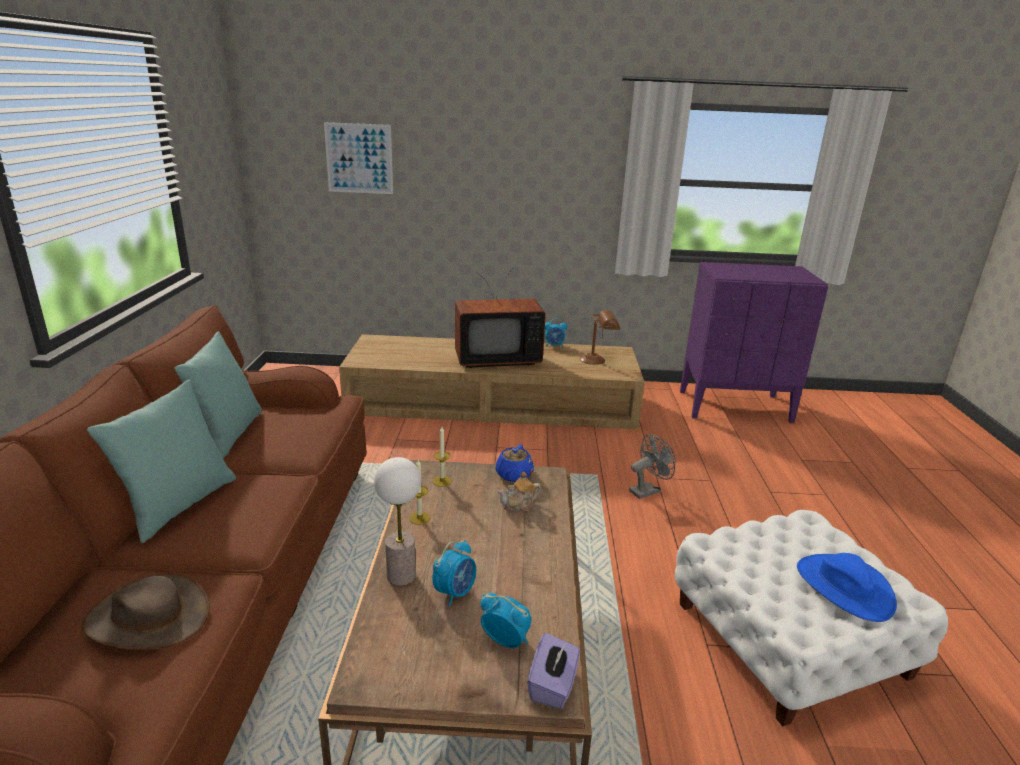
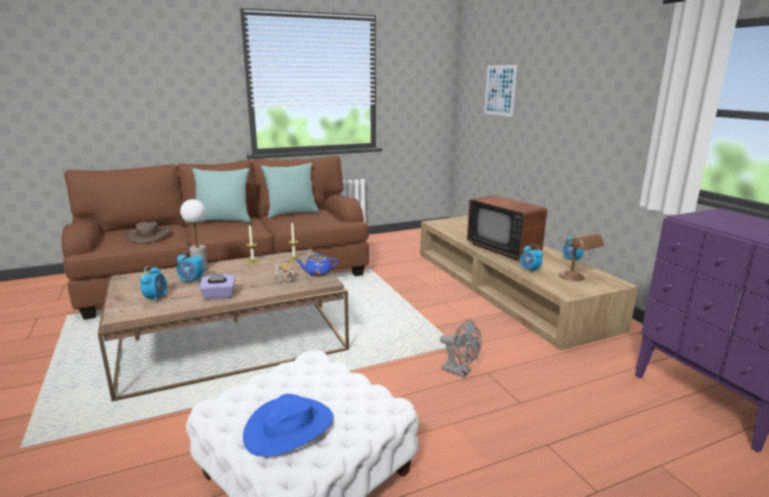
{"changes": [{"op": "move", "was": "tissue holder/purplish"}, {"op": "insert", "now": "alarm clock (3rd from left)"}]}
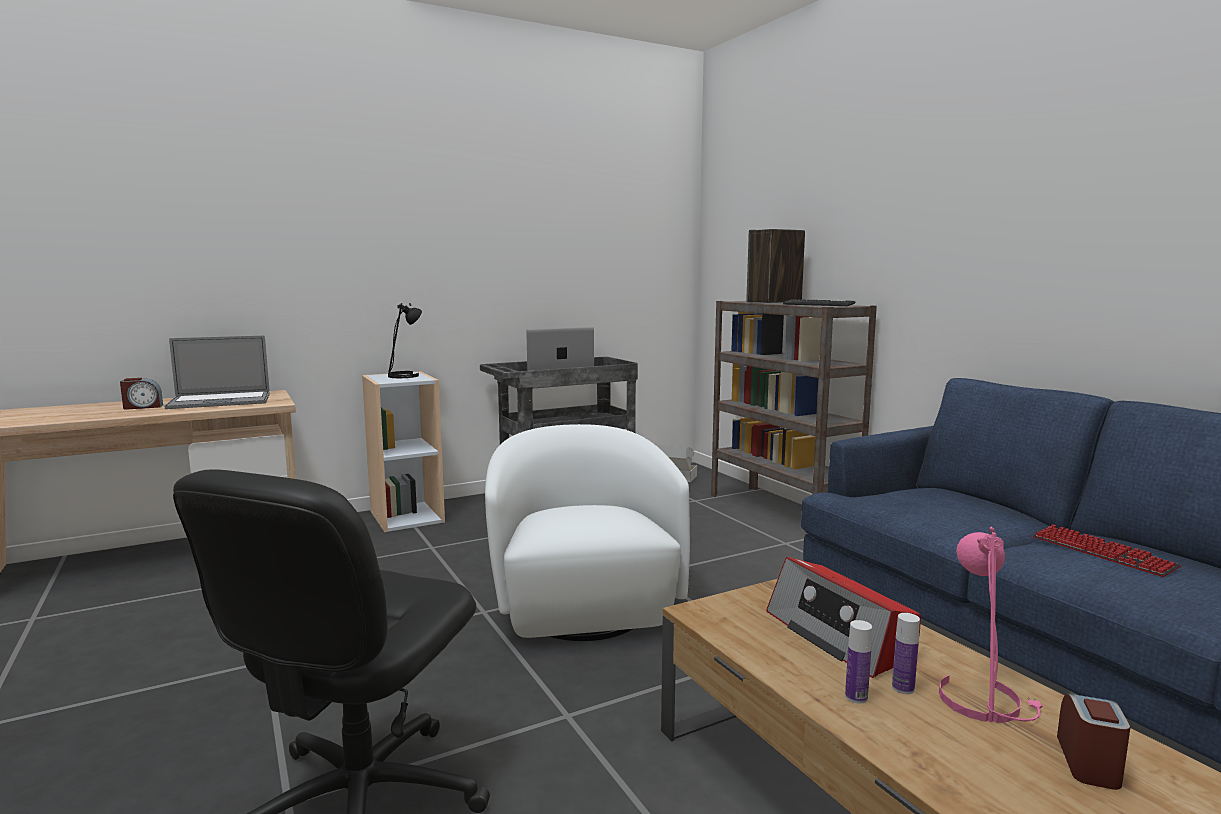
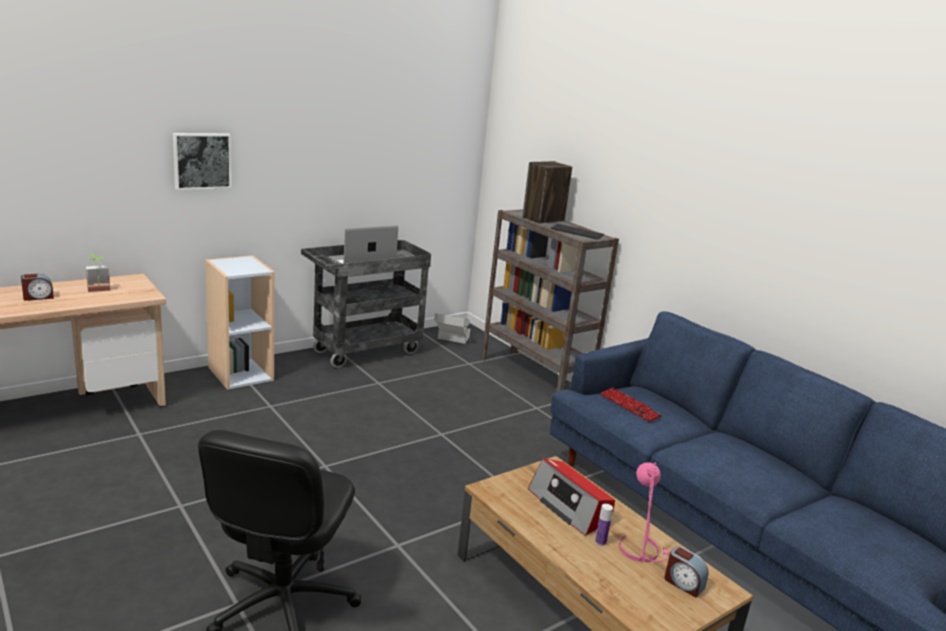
{"changes": [{"op": "delete", "was": "table lamp/black"}, {"op": "replace", "was": "portable computer (1st from left)", "now": "potted plant"}, {"op": "delete", "was": "lounge chair/white-coloured"}, {"op": "move", "was": "PC keyboard (2nd from left)"}, {"op": "delete", "was": "beverage bottle (1st from left)"}, {"op": "rotate", "was": "alarm clock (2nd from left)", "clockwise": 120}, {"op": "insert", "now": "picture"}]}
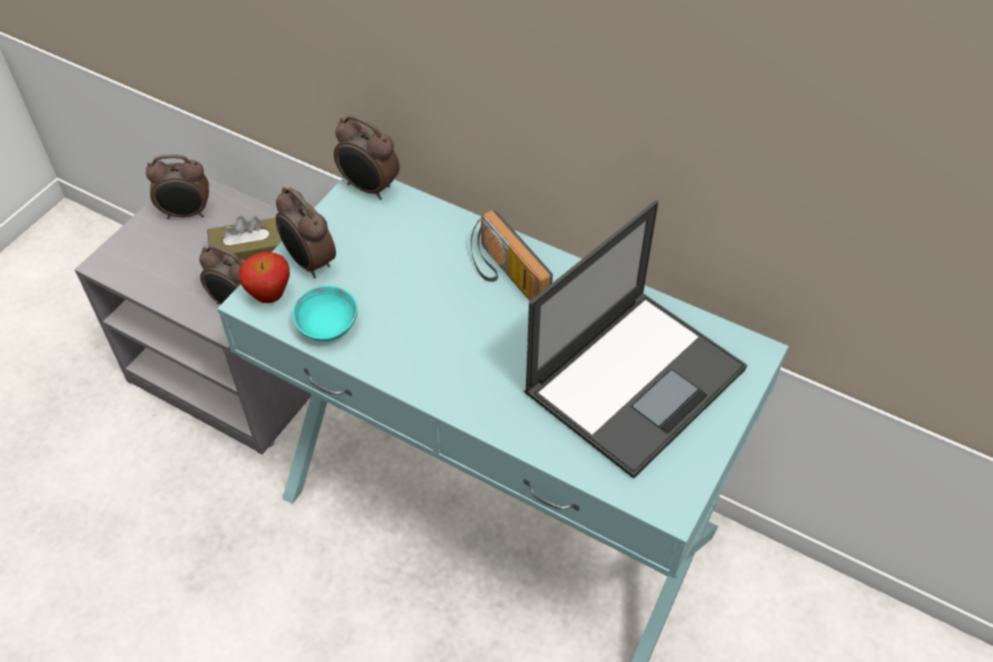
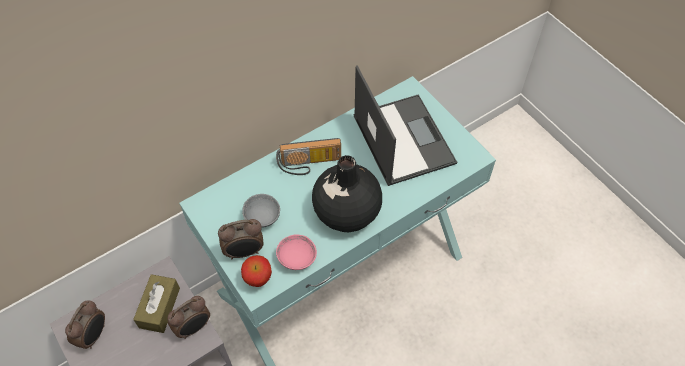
{"changes": [{"op": "delete", "was": "alarm clock (4th from left)"}, {"op": "recolor", "was": "deep dish/blue-green", "now": "deep dish/pink-coloured"}, {"op": "insert", "now": "vase/black"}, {"op": "insert", "now": "deep dish/gray"}]}
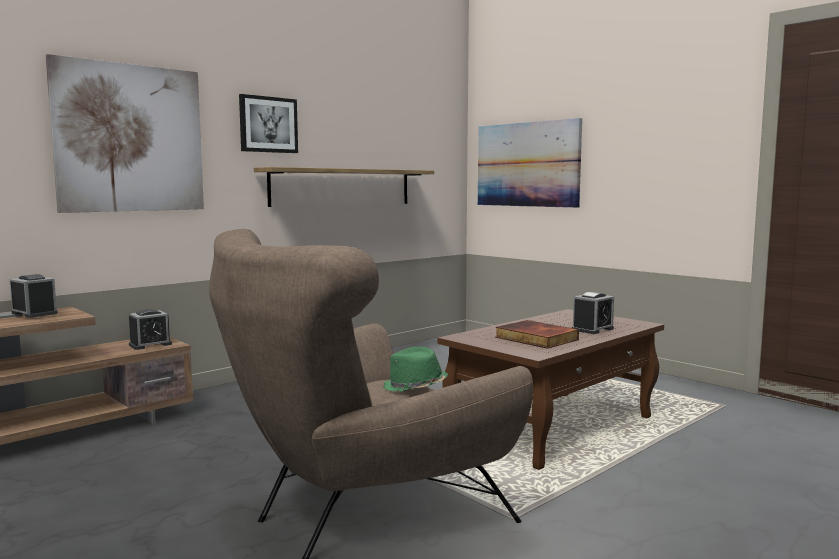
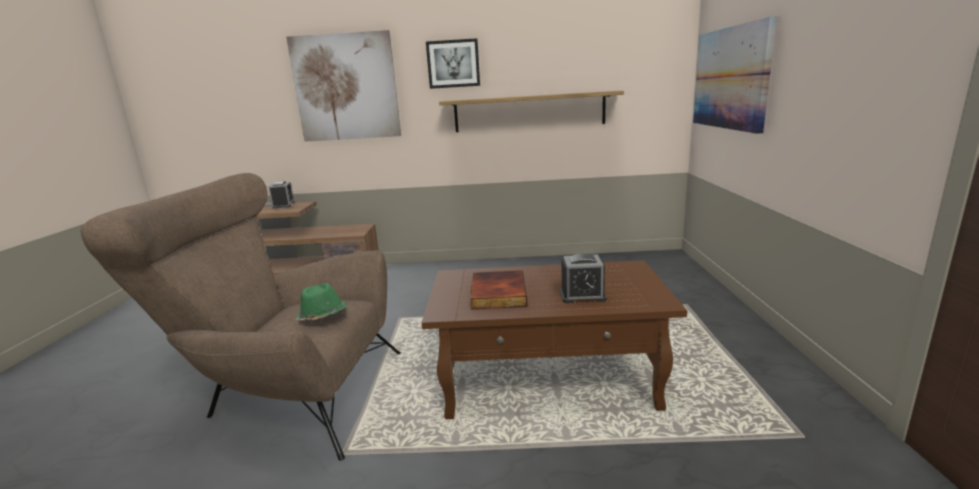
{"changes": [{"op": "delete", "was": "alarm clock (2nd from left)"}]}
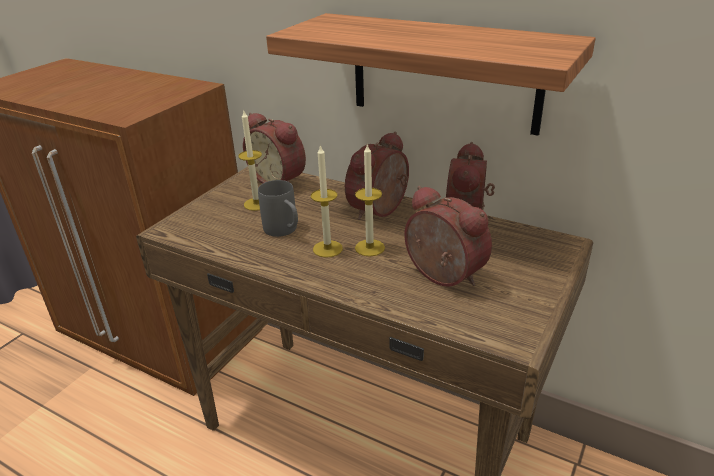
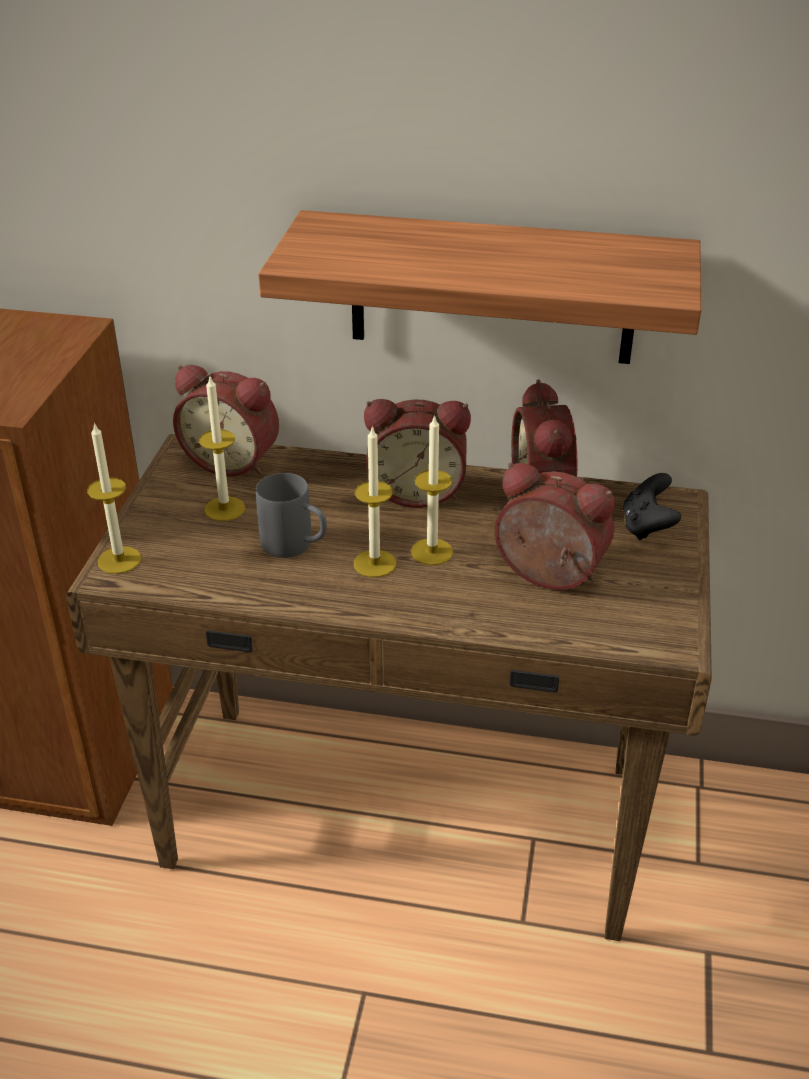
{"changes": [{"op": "rotate", "was": "alarm clock (2nd from left)", "clockwise": -105}, {"op": "insert", "now": "wax light (1st from left)"}, {"op": "insert", "now": "joypad/black"}]}
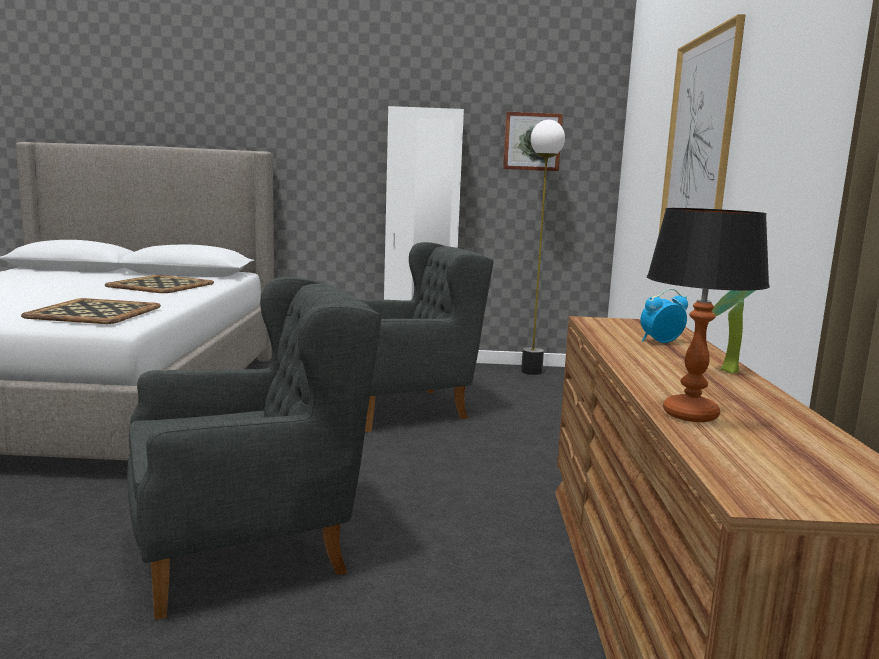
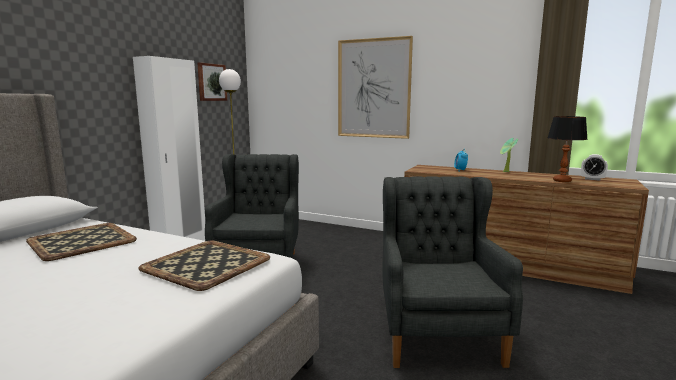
{"changes": [{"op": "insert", "now": "alarm clock (2nd from left)"}]}
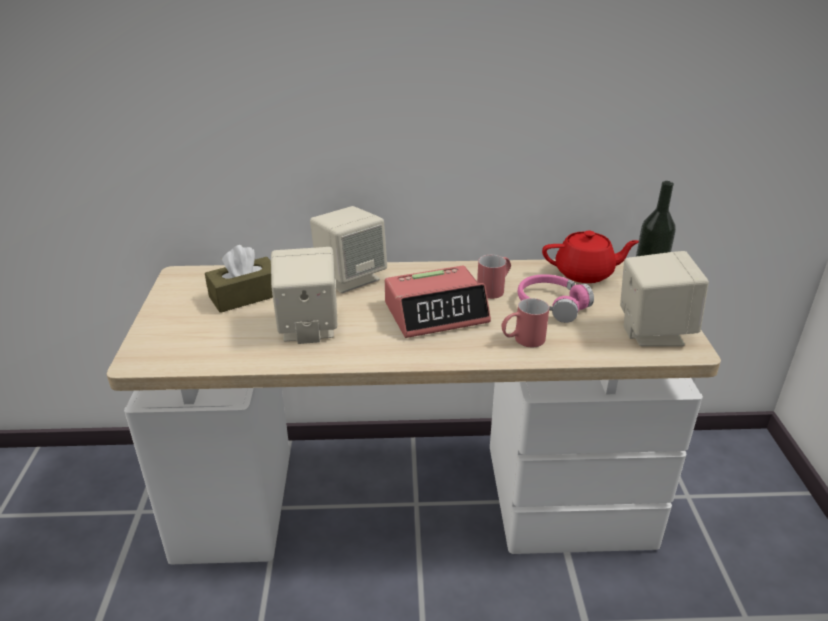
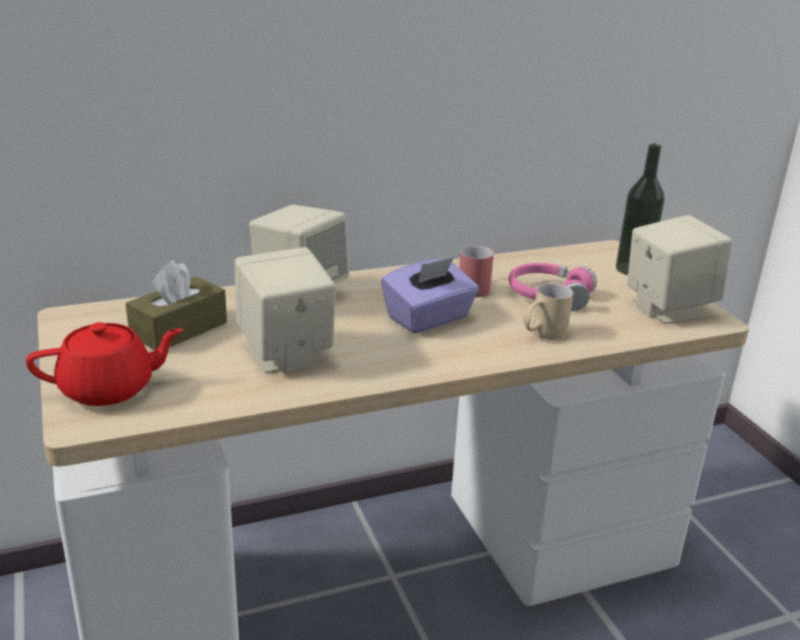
{"changes": [{"op": "move", "was": "tea pot/red-coloured"}, {"op": "replace", "was": "alarm clock", "now": "tissue holder/purplish"}, {"op": "recolor", "was": "coffee mug/red-coloured (2nd from left)", "now": "coffee mug/beige-coloured"}]}
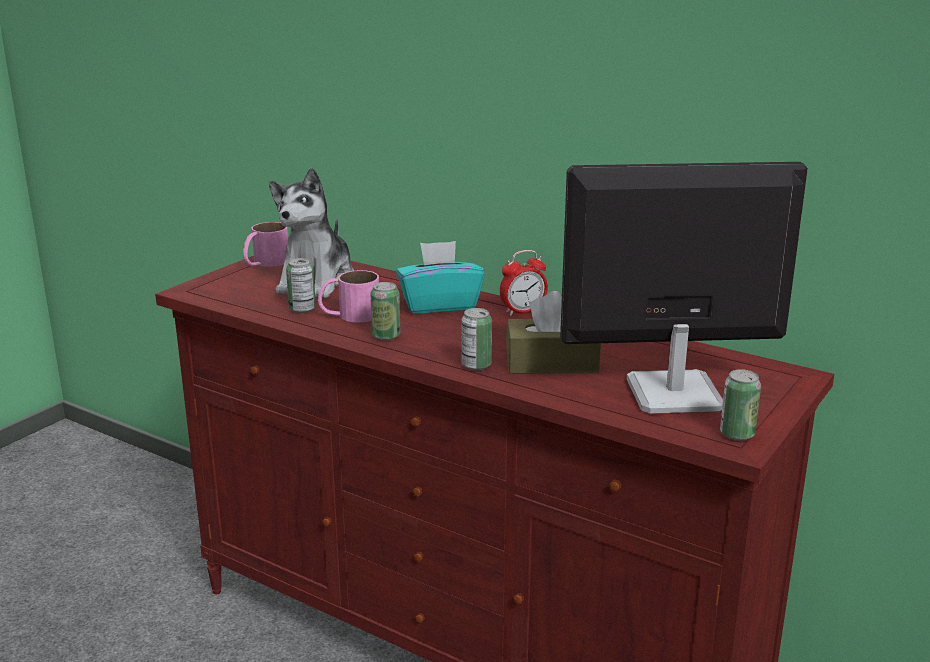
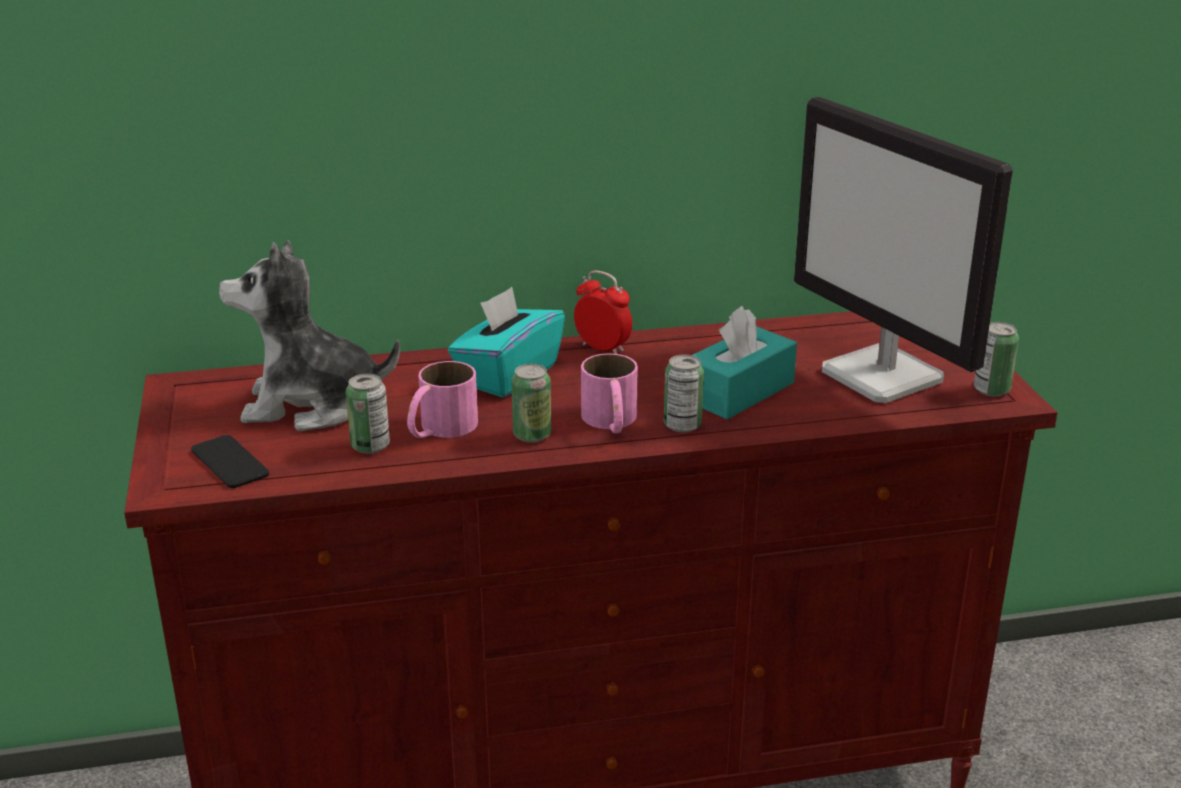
{"changes": [{"op": "rotate", "was": "computer display", "clockwise": -75}, {"op": "rotate", "was": "cuddly toy", "clockwise": 120}, {"op": "move", "was": "coffee mug/pink-coloured (1st from left in the first image)", "now": "coffee mug/pink-coloured (2nd from left)"}, {"op": "rotate", "was": "alarm clock", "clockwise": -75}, {"op": "recolor", "was": "tissue holder/brownish", "now": "tissue holder/blue-green (2nd from left)"}, {"op": "insert", "now": "phone"}]}
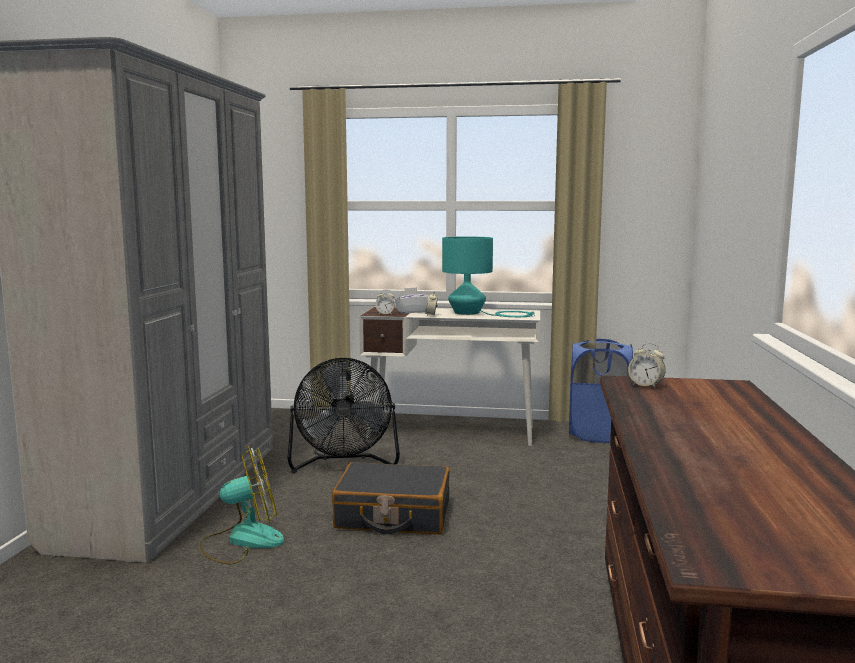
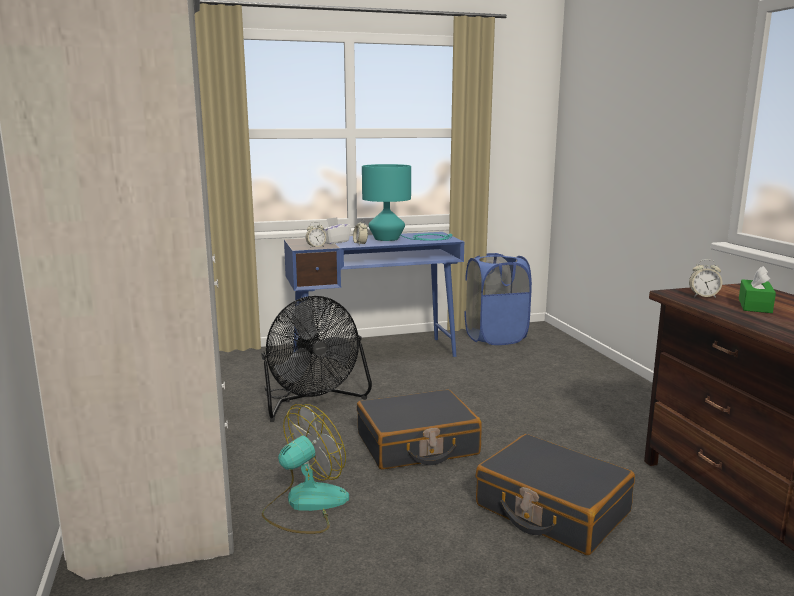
{"changes": [{"op": "recolor", "was": "desk/white-coloured", "now": "desk/bluish"}, {"op": "insert", "now": "tissue holder/green-coloured"}, {"op": "insert", "now": "travel case/black (2nd from left)"}]}
